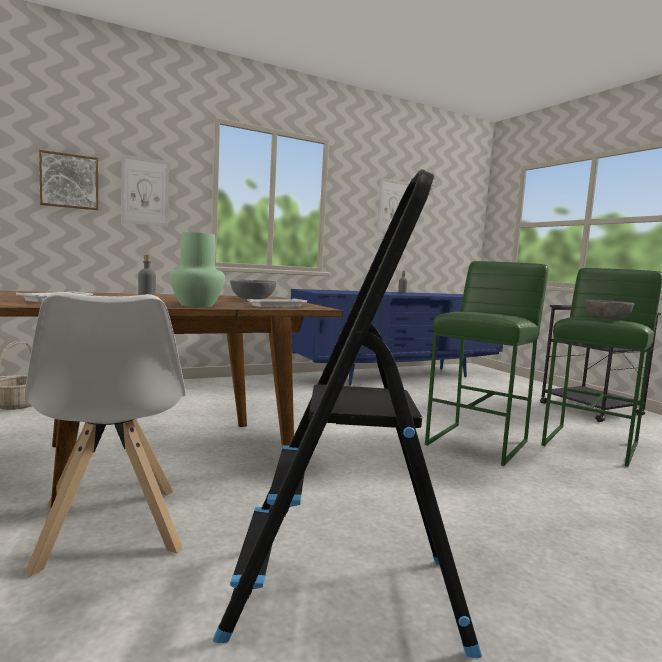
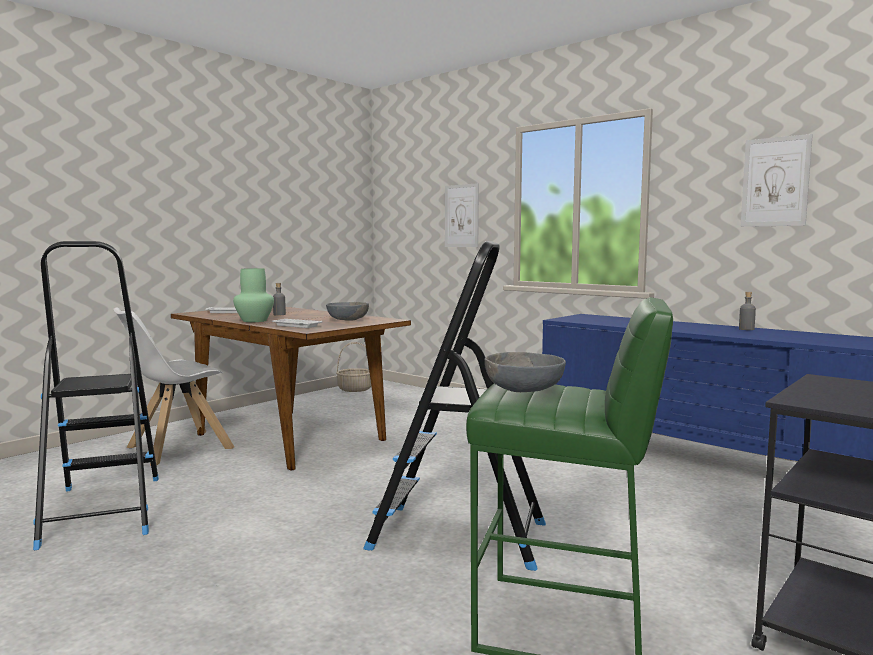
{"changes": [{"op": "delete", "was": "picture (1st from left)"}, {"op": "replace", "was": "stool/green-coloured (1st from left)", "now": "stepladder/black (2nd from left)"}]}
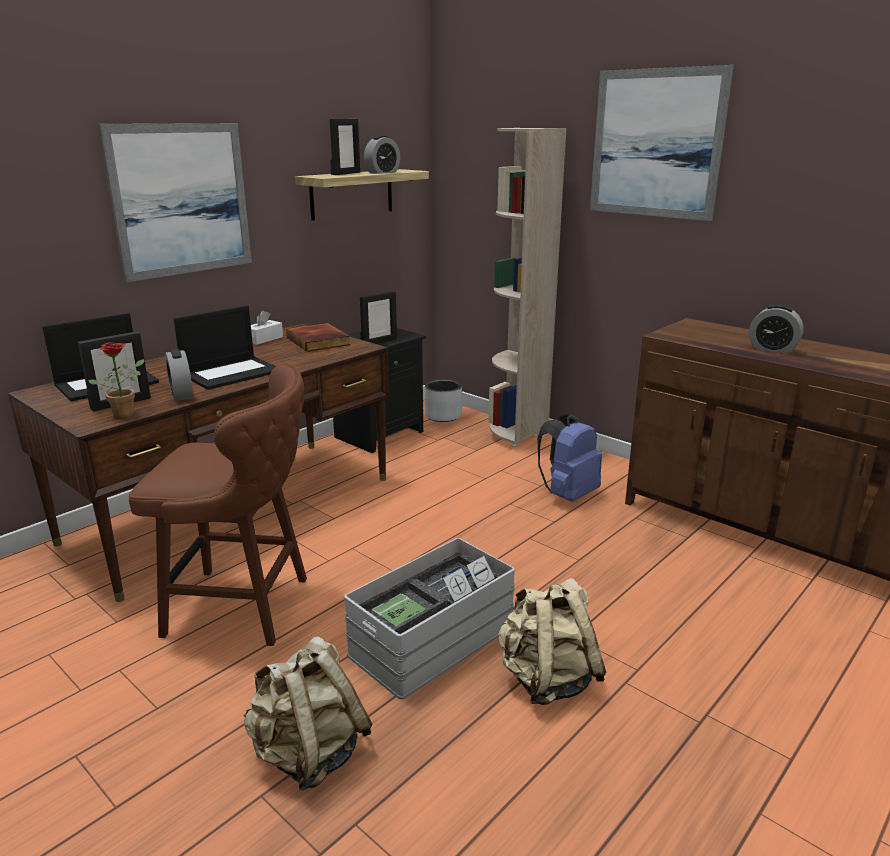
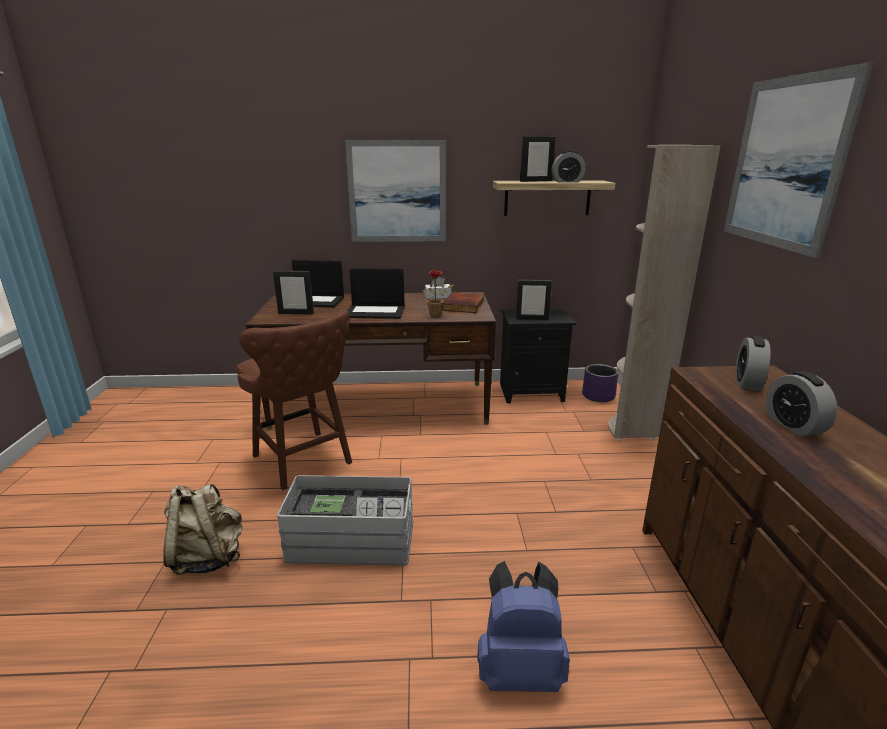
{"changes": [{"op": "move", "was": "potted plant"}, {"op": "move", "was": "alarm clock (1st from left in the first image)", "now": "alarm clock (2nd from left)"}, {"op": "recolor", "was": "plant pot/gray", "now": "plant pot/purplish"}, {"op": "move", "was": "knapsack/bluish"}, {"op": "delete", "was": "knapsack/beige-coloured (2nd from left)"}]}
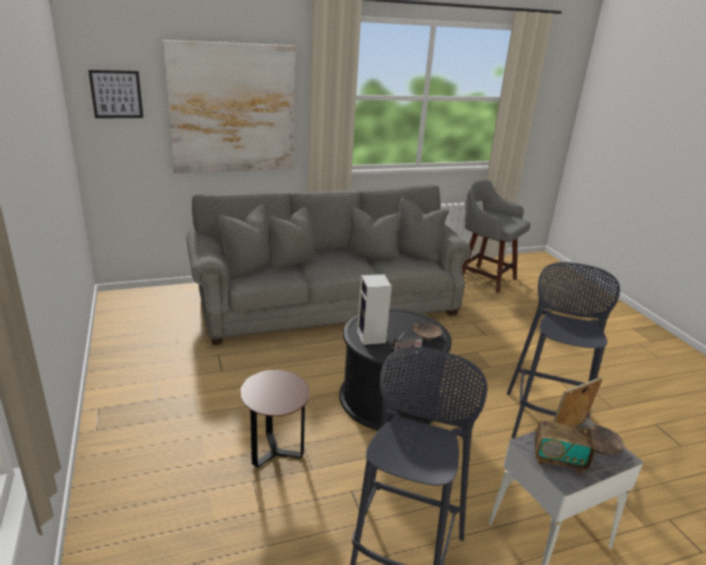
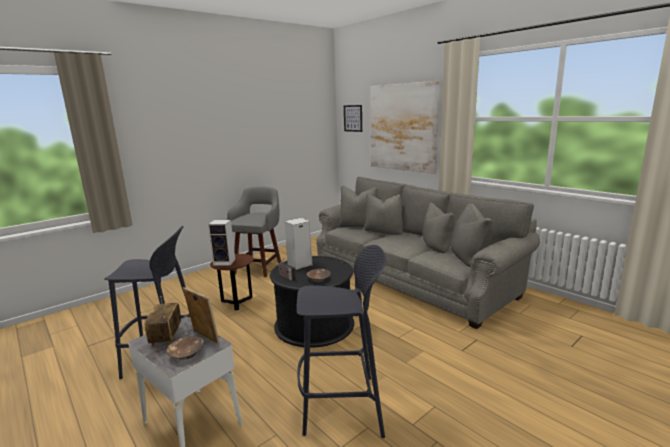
{"changes": [{"op": "move", "was": "stool/gray (2nd from left)"}, {"op": "insert", "now": "loudspeaker (1st from left)"}]}
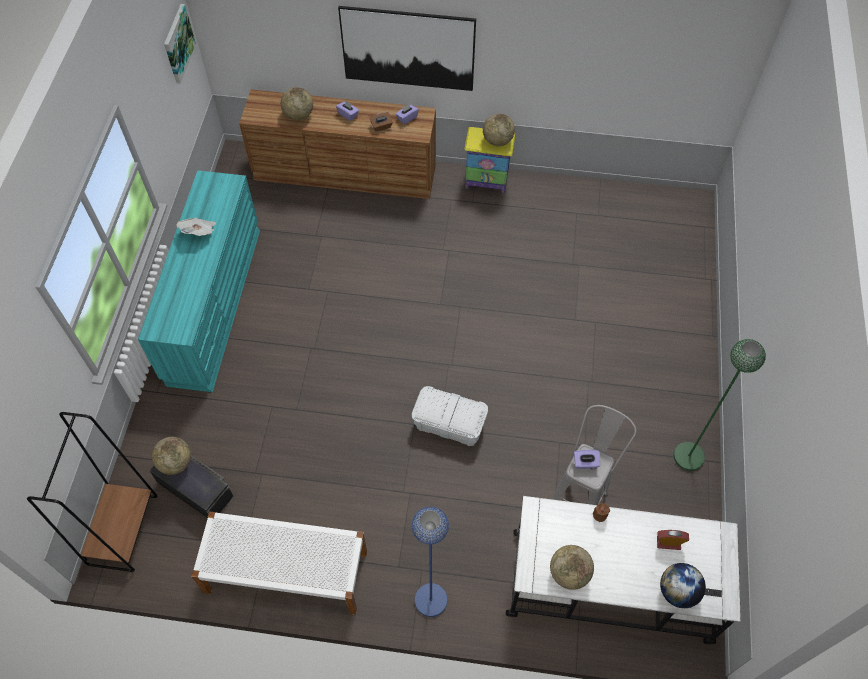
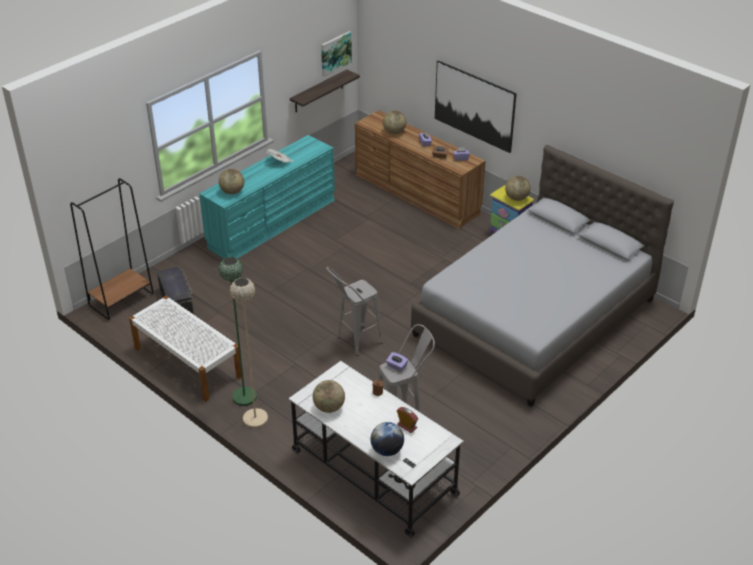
{"changes": [{"op": "move", "was": "standard lamp/green-coloured"}, {"op": "replace", "was": "storage bin/white-coloured", "now": "stool/gray (1st from left)"}, {"op": "move", "was": "globe (1st from left)"}, {"op": "recolor", "was": "standard lamp/bluish", "now": "standard lamp/beige-coloured"}, {"op": "insert", "now": "bracket shelf"}, {"op": "insert", "now": "bedroom bed/gray"}]}
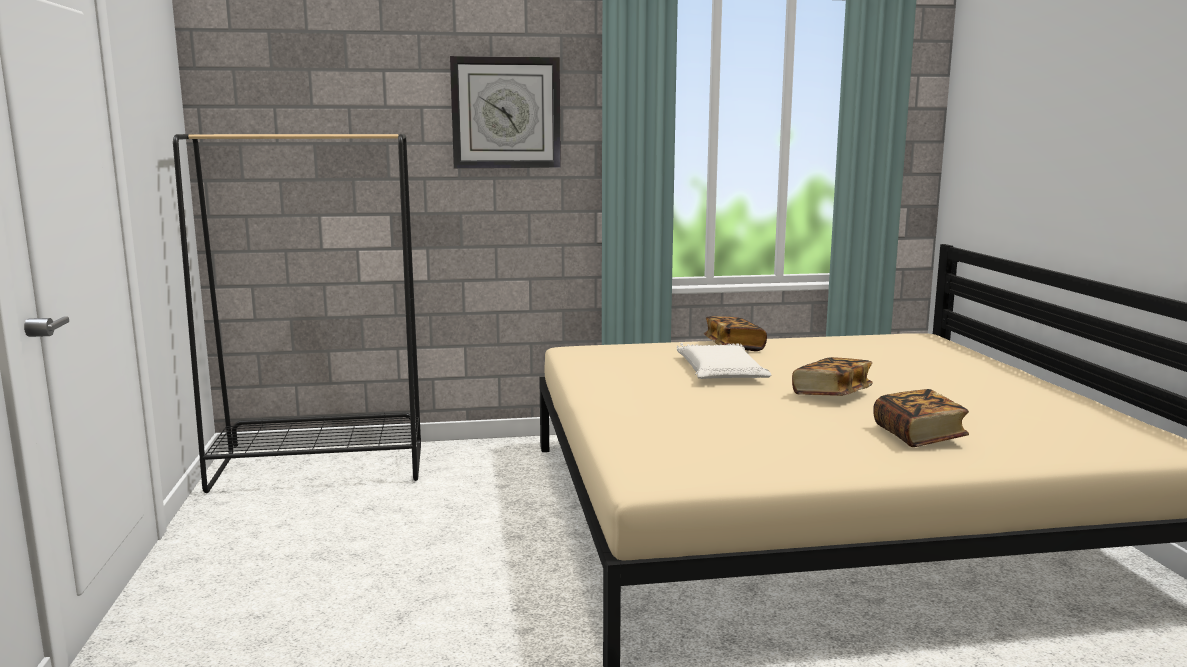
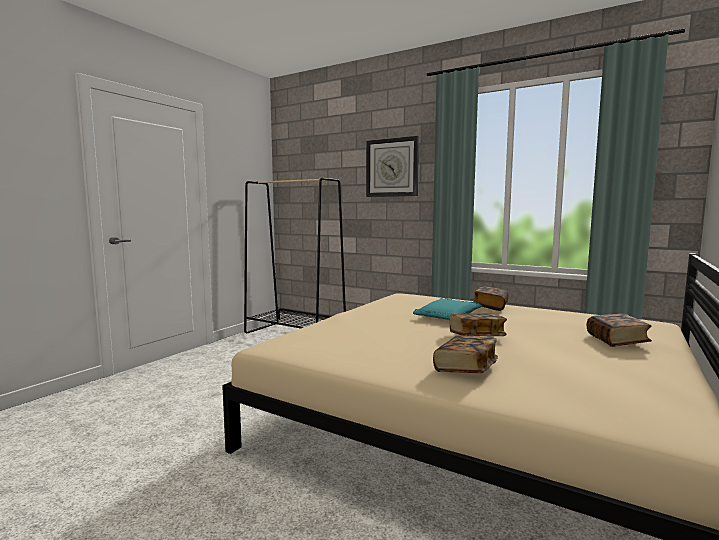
{"changes": [{"op": "recolor", "was": "cushion/white-coloured", "now": "cushion/blue-green"}, {"op": "insert", "now": "bound book (4th from left)"}]}
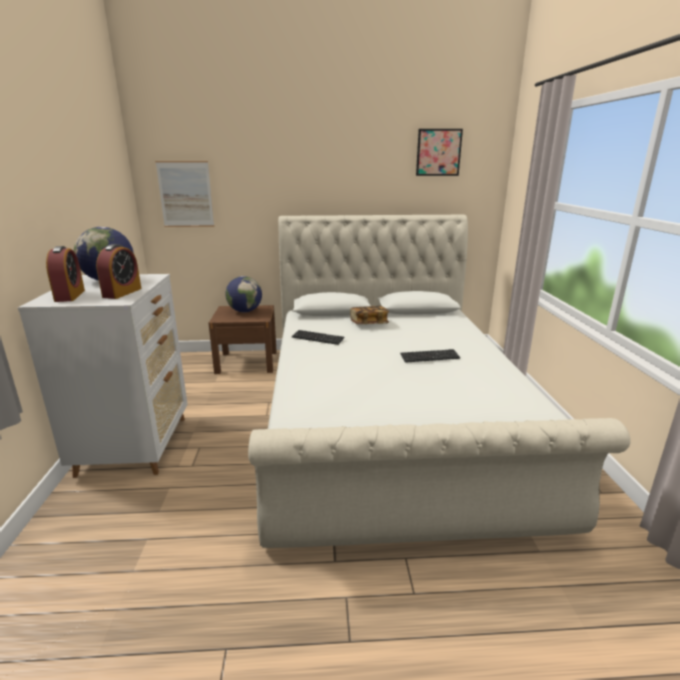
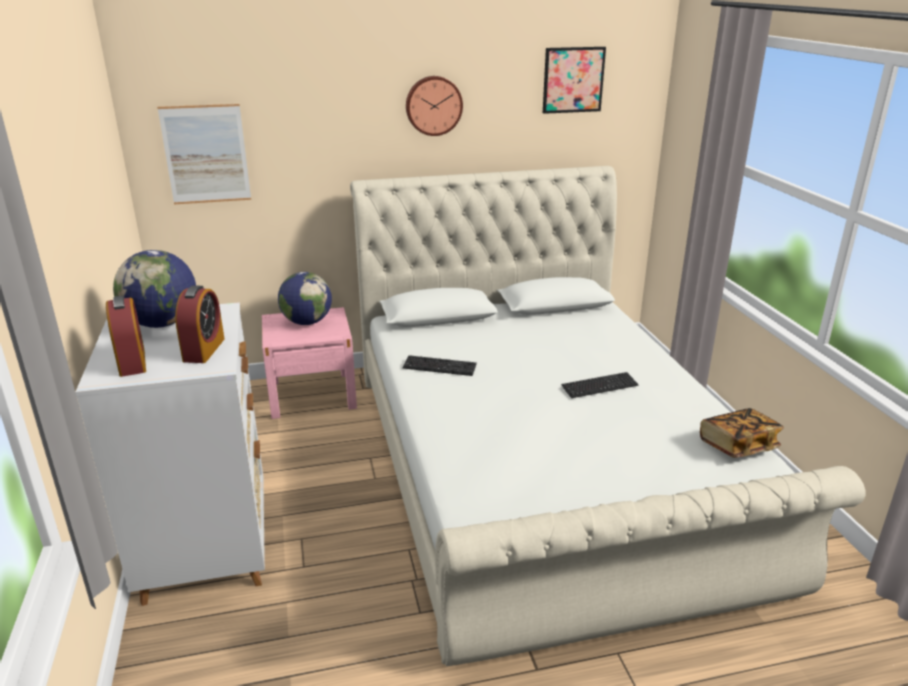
{"changes": [{"op": "recolor", "was": "bedside table/brownish", "now": "bedside table/pink-coloured"}, {"op": "move", "was": "bound book"}, {"op": "insert", "now": "wall clock"}]}
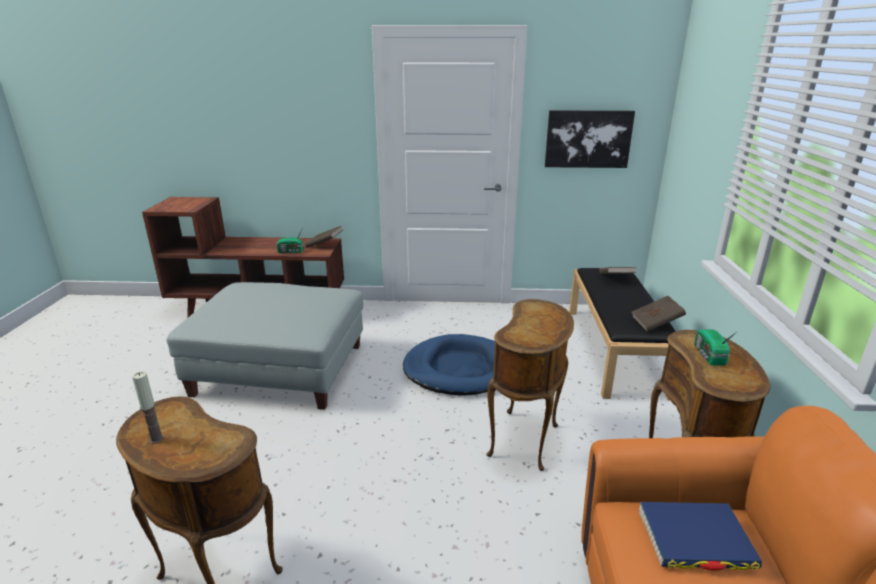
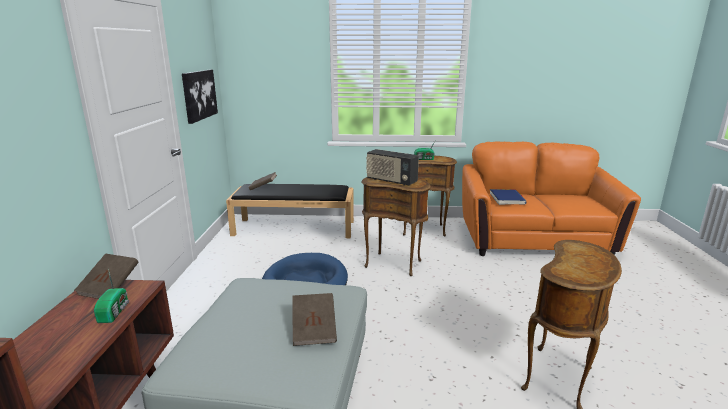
{"changes": [{"op": "move", "was": "bound book/brownish (3rd from left)"}, {"op": "delete", "was": "wax light"}, {"op": "insert", "now": "radio (2nd from left)"}]}
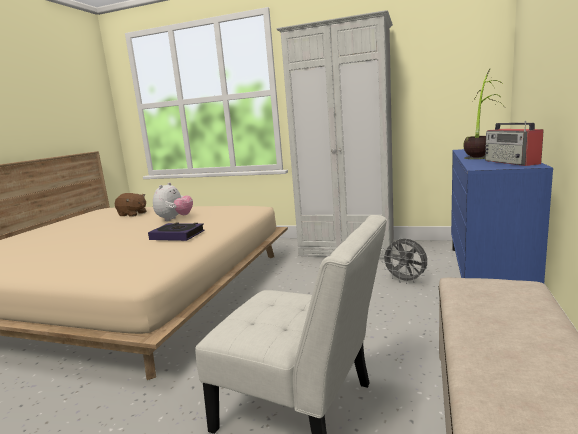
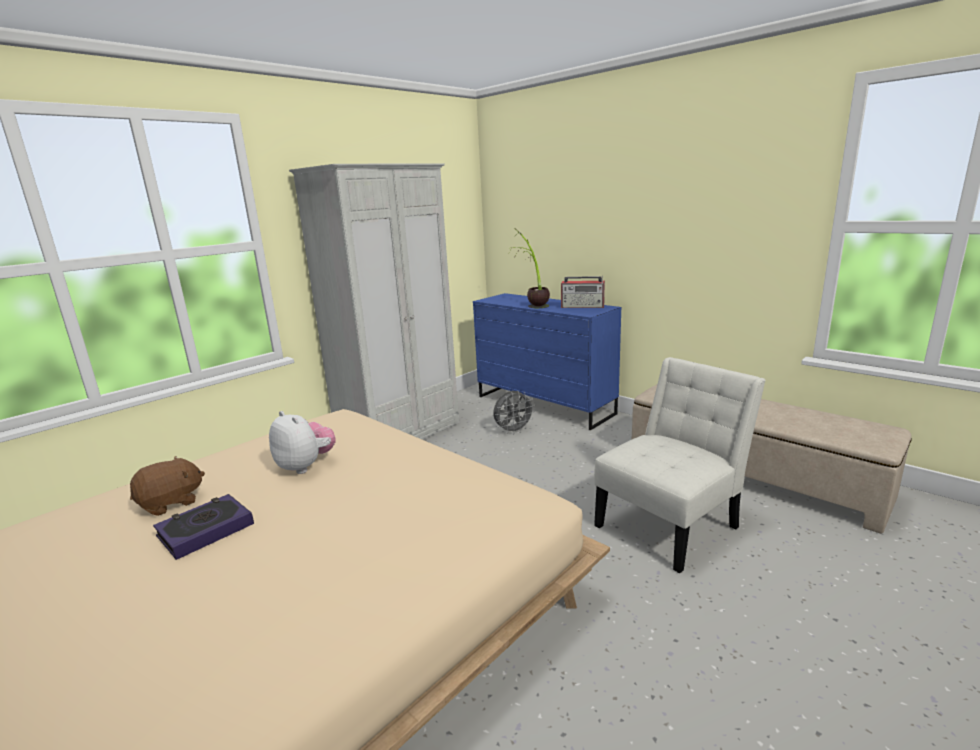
{"changes": [{"op": "move", "was": "bound book"}]}
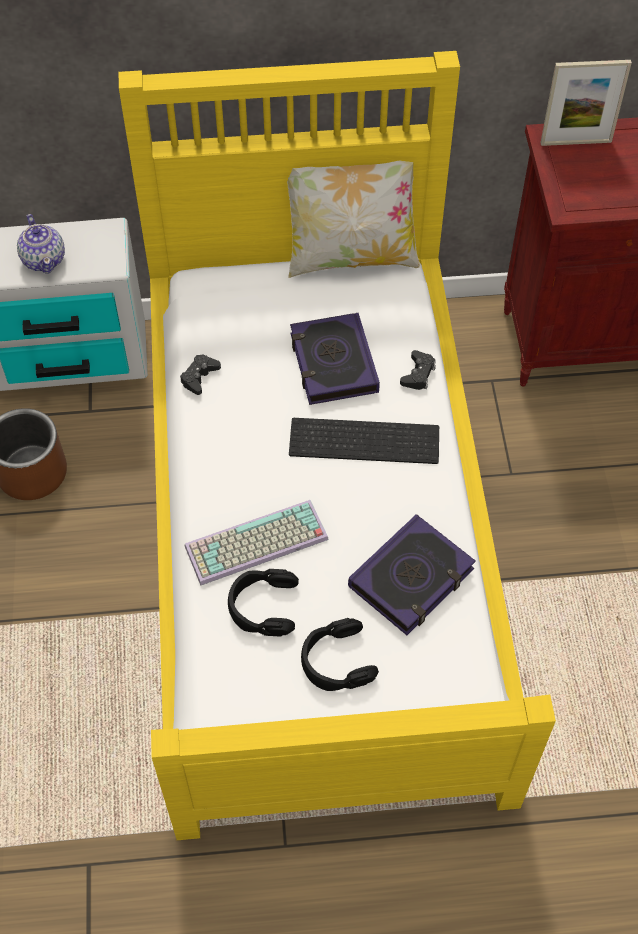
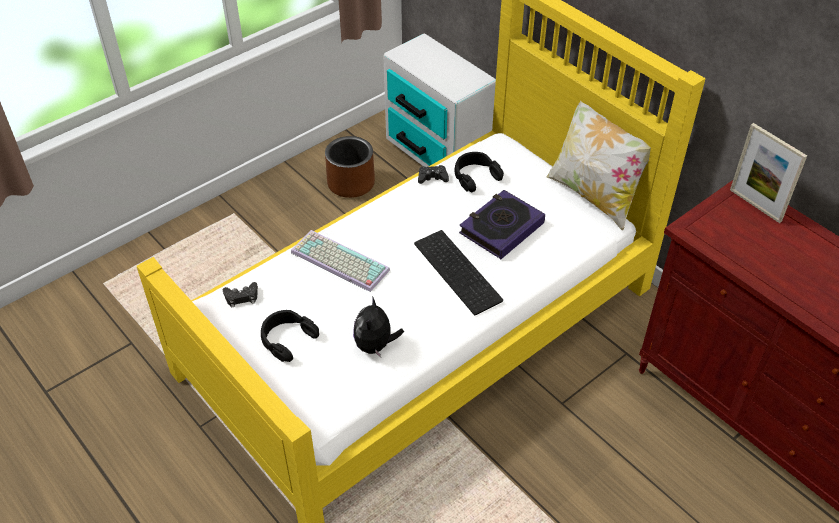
{"changes": [{"op": "delete", "was": "tea pot"}, {"op": "move", "was": "joypad/black (2nd from left in the first image)", "now": "joypad/black (1st from left)"}, {"op": "replace", "was": "bound book (2nd from left)", "now": "cuddly toy"}, {"op": "move", "was": "headphones/black (1st from left in the first image)", "now": "headphones/black (2nd from left)"}]}
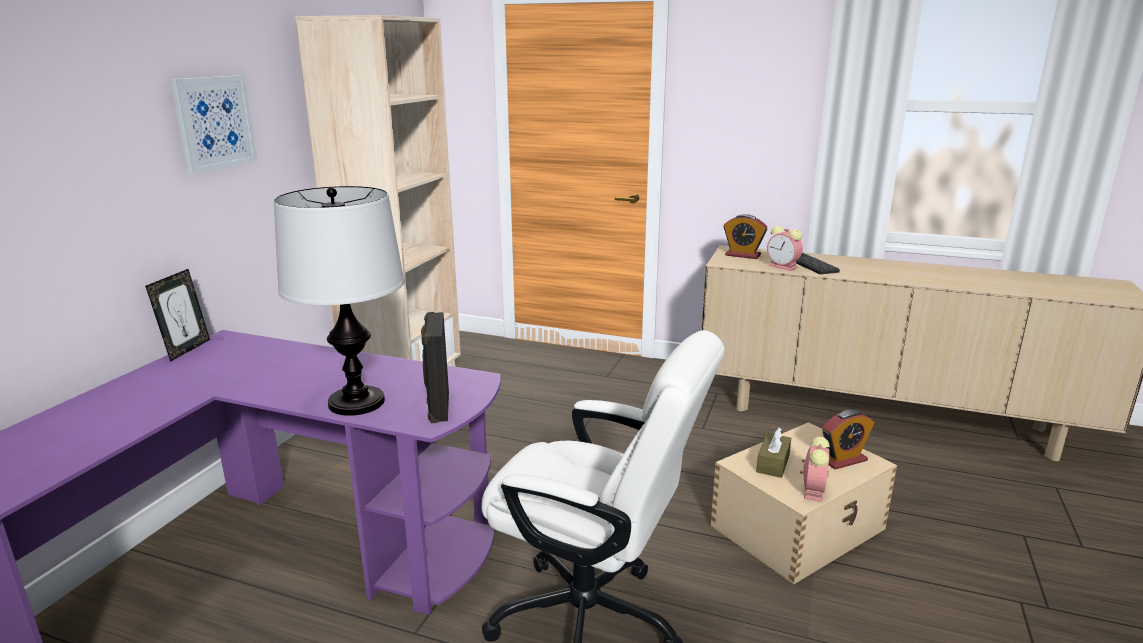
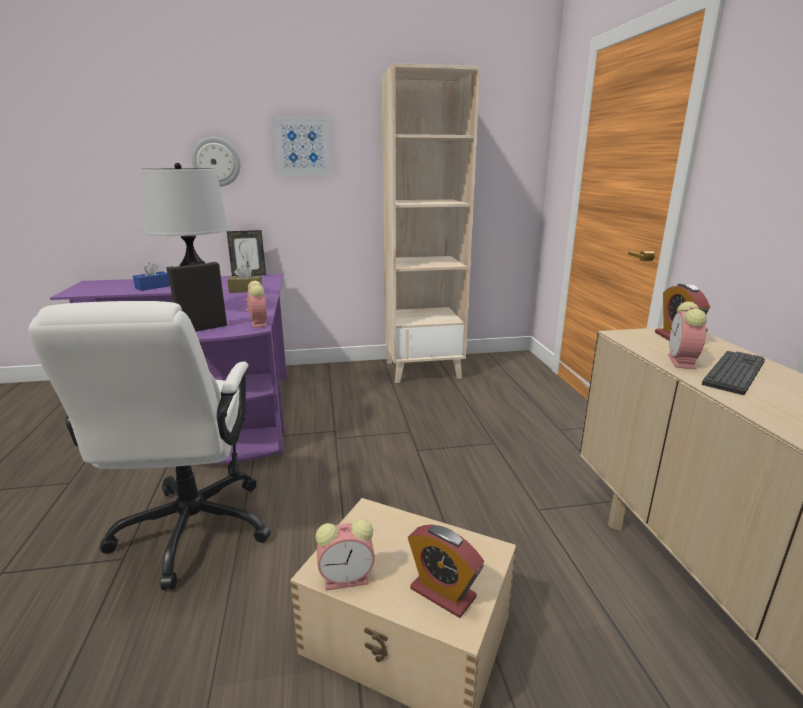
{"changes": [{"op": "move", "was": "tissue holder/brownish"}, {"op": "insert", "now": "wall clock"}, {"op": "insert", "now": "tissue holder/bluish"}, {"op": "insert", "now": "alarm clock (1st from left)"}]}
